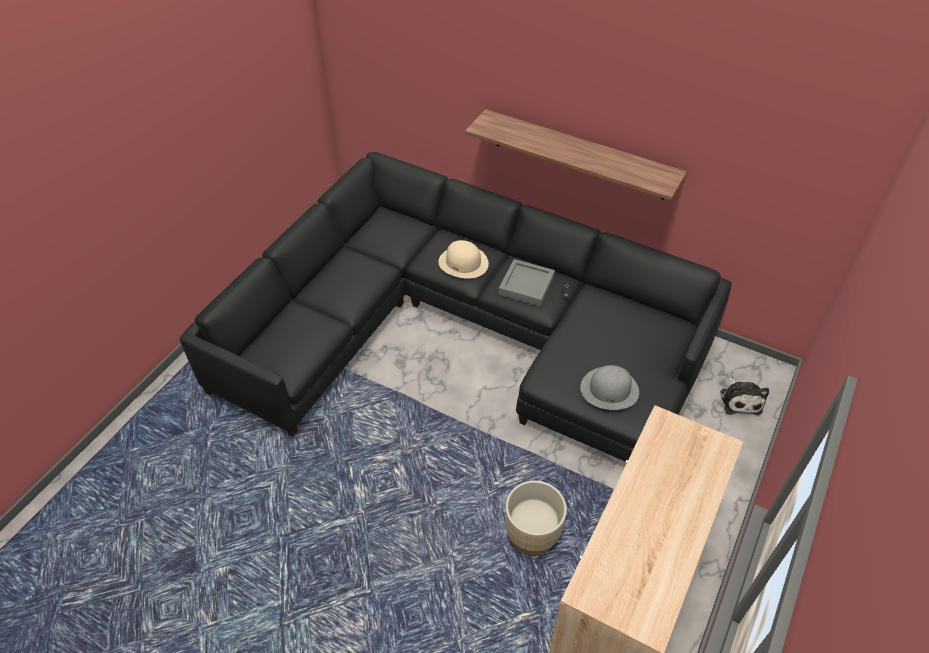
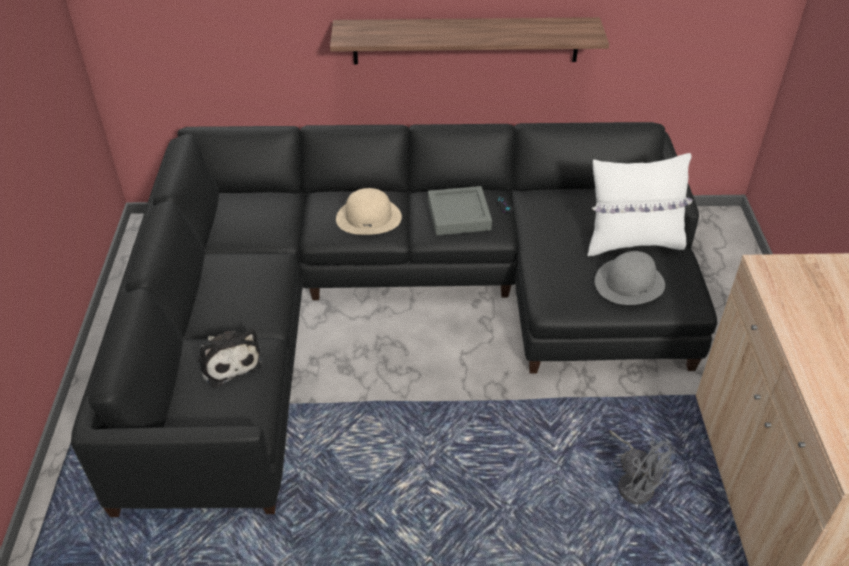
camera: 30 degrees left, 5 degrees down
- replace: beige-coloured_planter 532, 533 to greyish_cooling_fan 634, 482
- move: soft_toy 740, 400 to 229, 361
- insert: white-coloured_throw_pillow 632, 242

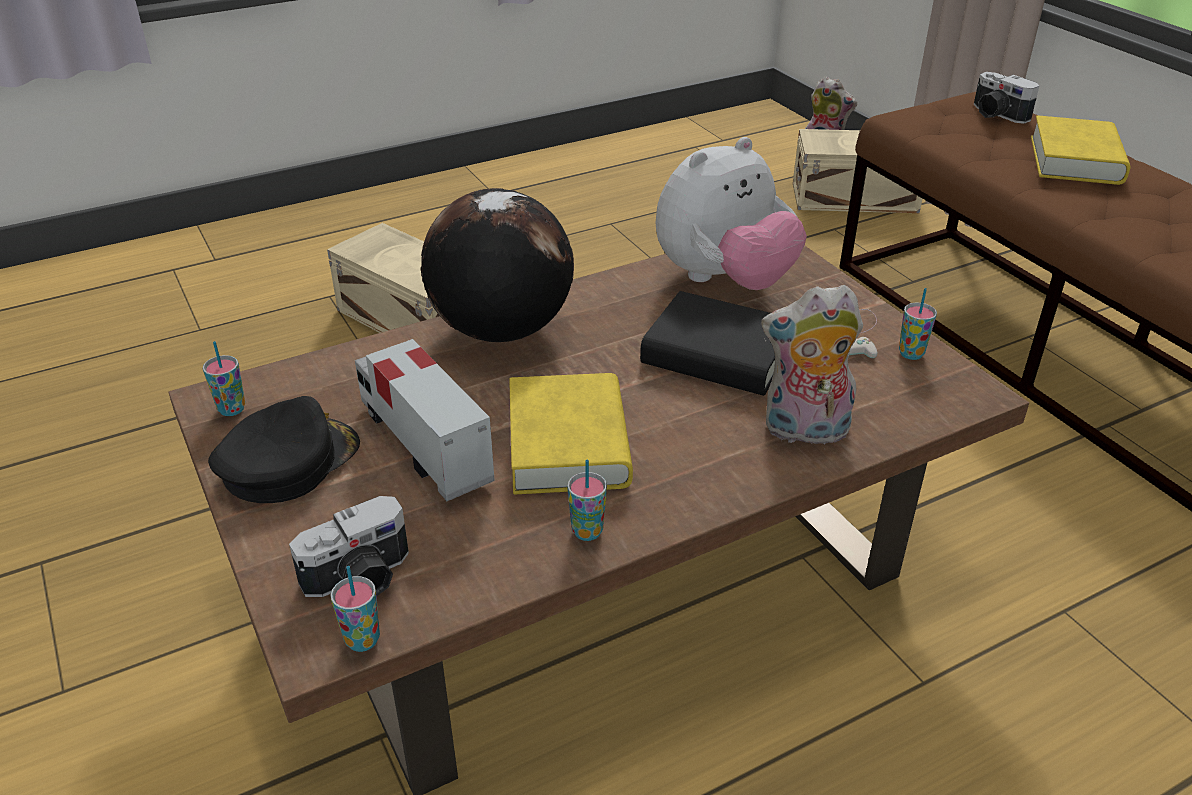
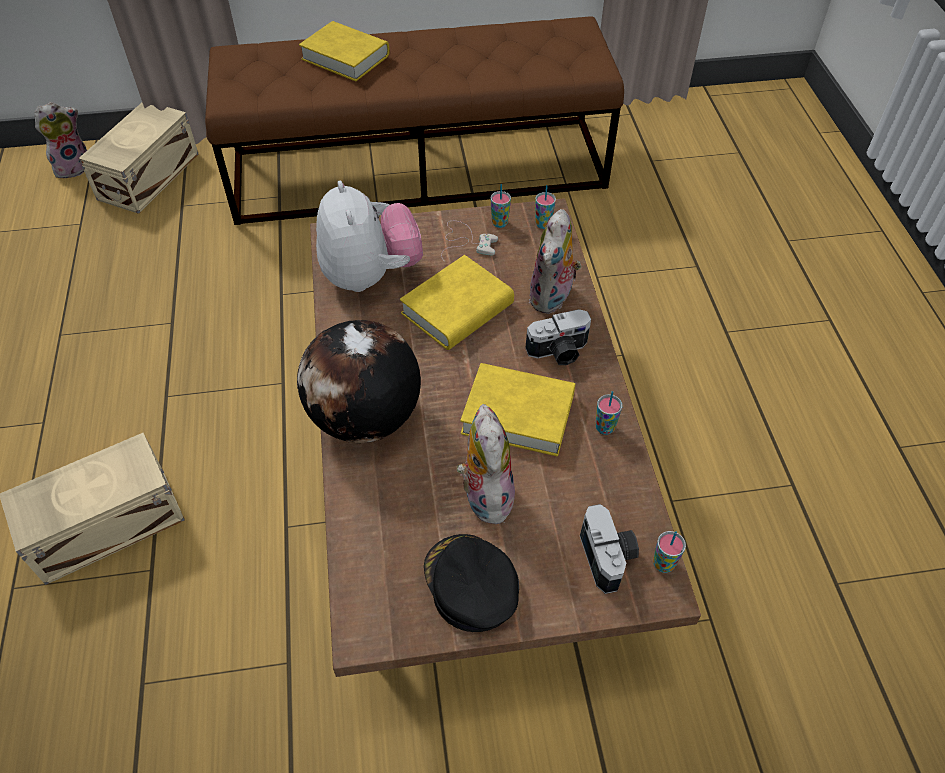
camera: 70 degrees left, 15 degrees up
- move: cup 232, 409 to 543, 224
- replace: toy_truck 424, 444 to soft_toy 485, 495
- recolor: black_book 718, 355 to yellow-coloured_book 457, 309
- move: still_camera 996, 114 to 559, 352

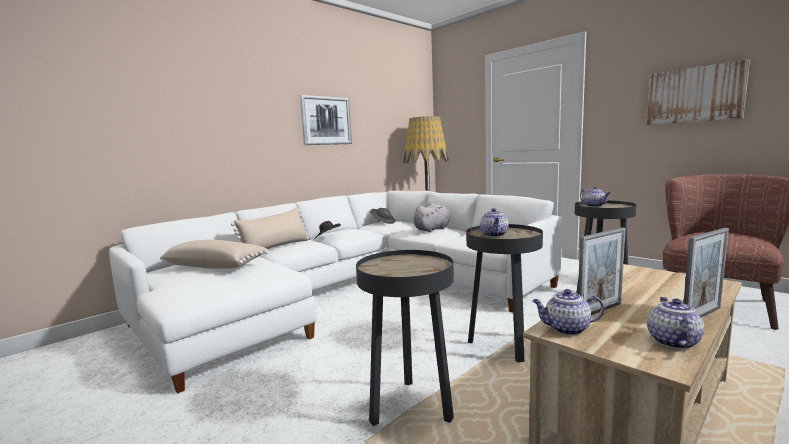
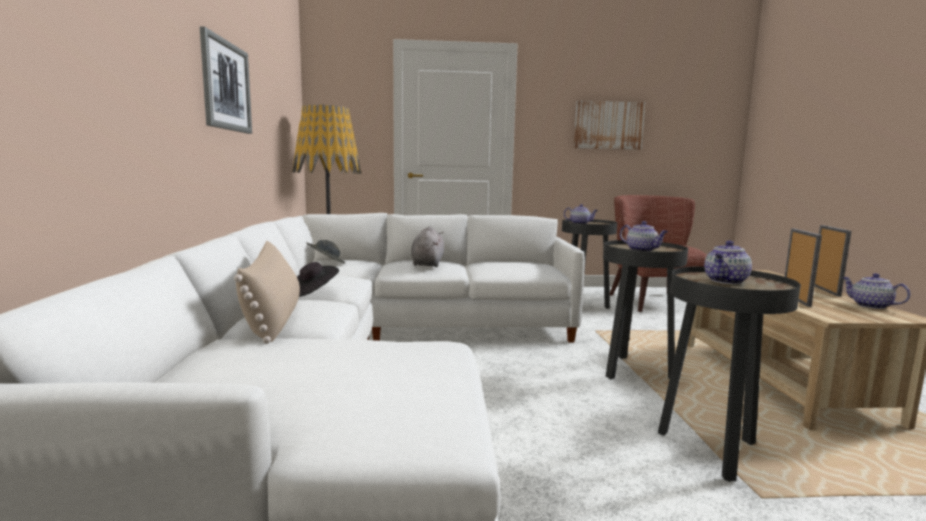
camera: 50 degrees left, 0 degrees up
- delete: beige-coloured_throw_pillow 216, 266
- move: tea_pot 566, 329 to 726, 281

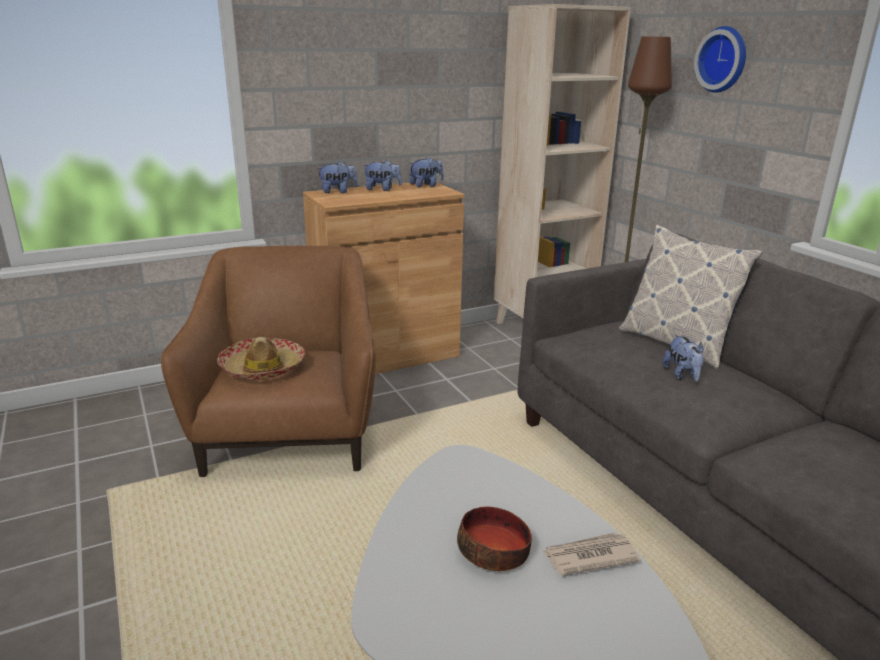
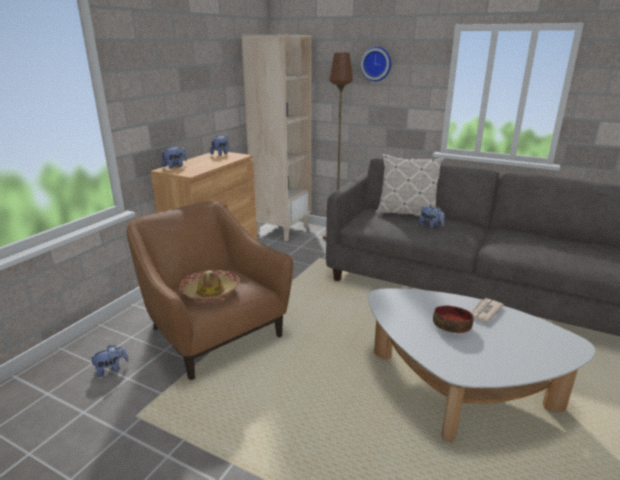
camera: 35 degrees left, 0 degrees up
- move: soft_toy 382, 189 to 111, 369

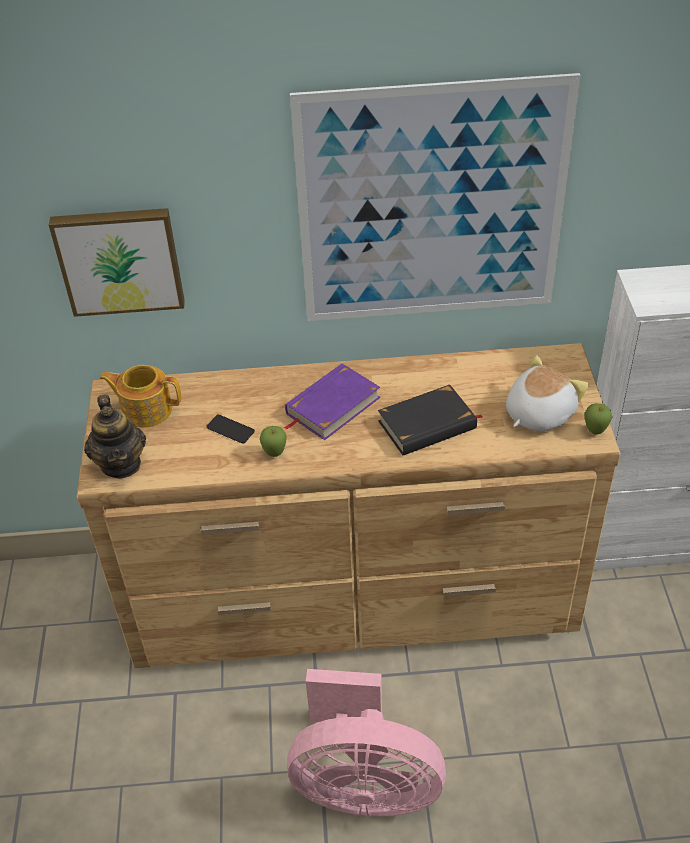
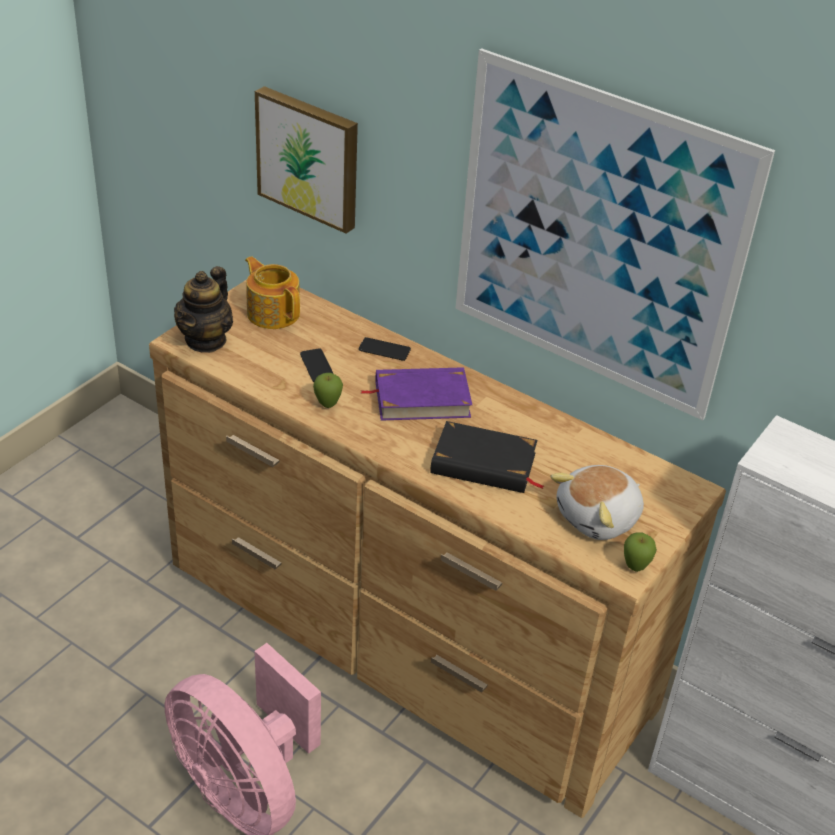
camera: 35 degrees right, 5 degrees down
- rotate: soft_toy 538, 413 = 599, 518 150 degrees clockwise
- insert: phone 384, 350

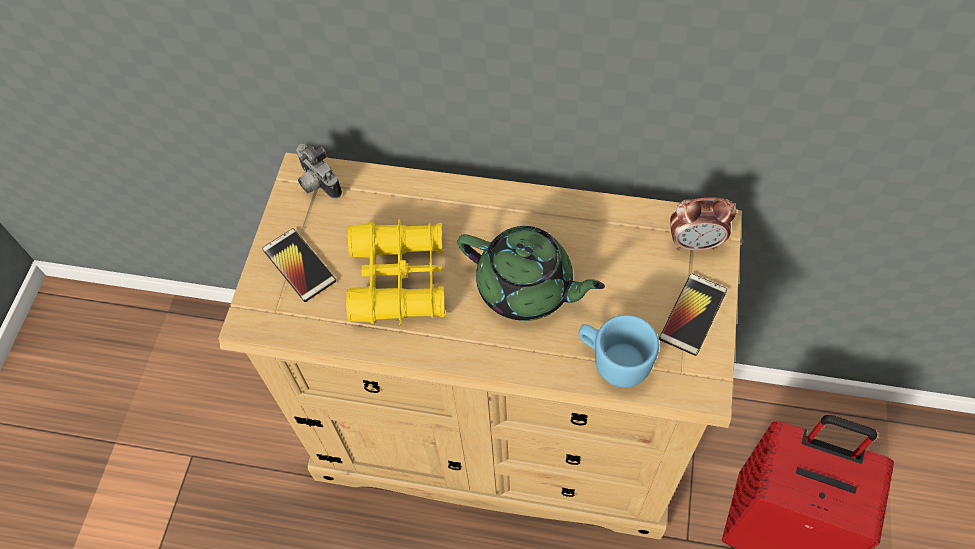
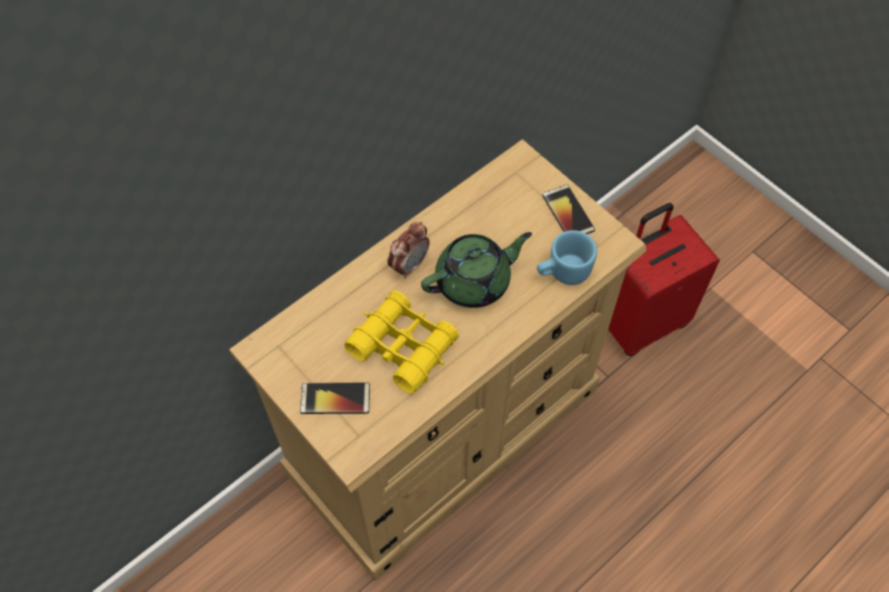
camera: 55 degrees left, 0 degrees up
- delete: still_camera 317, 184
- move: alarm_clock 695, 243 to 409, 265

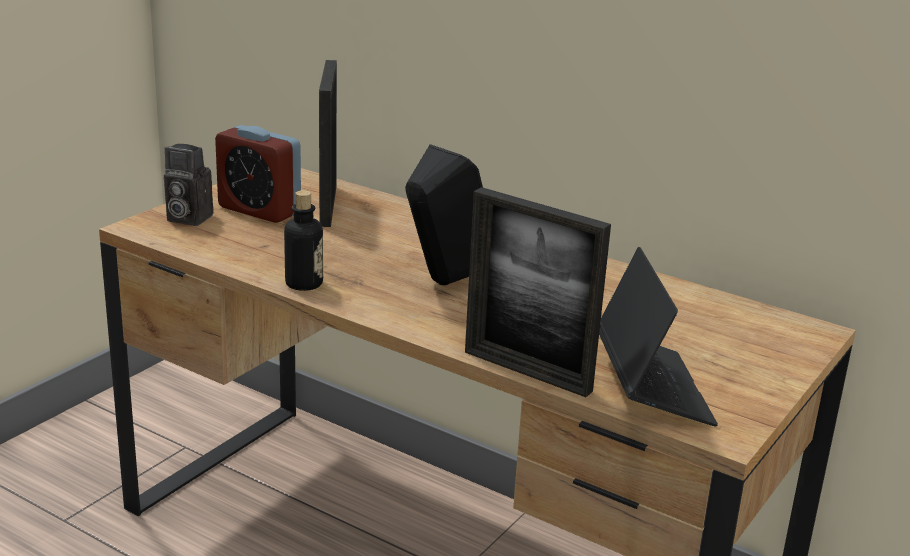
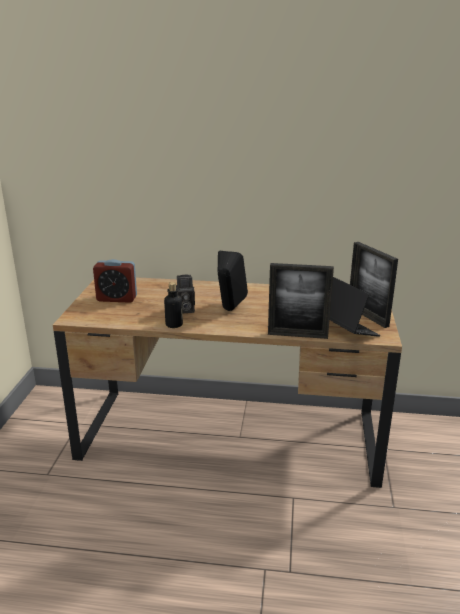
camera: 25 degrees left, 0 degrees up
- move: still_camera 186, 218 to 184, 310
- move: standing_frame 328, 206 to 367, 316

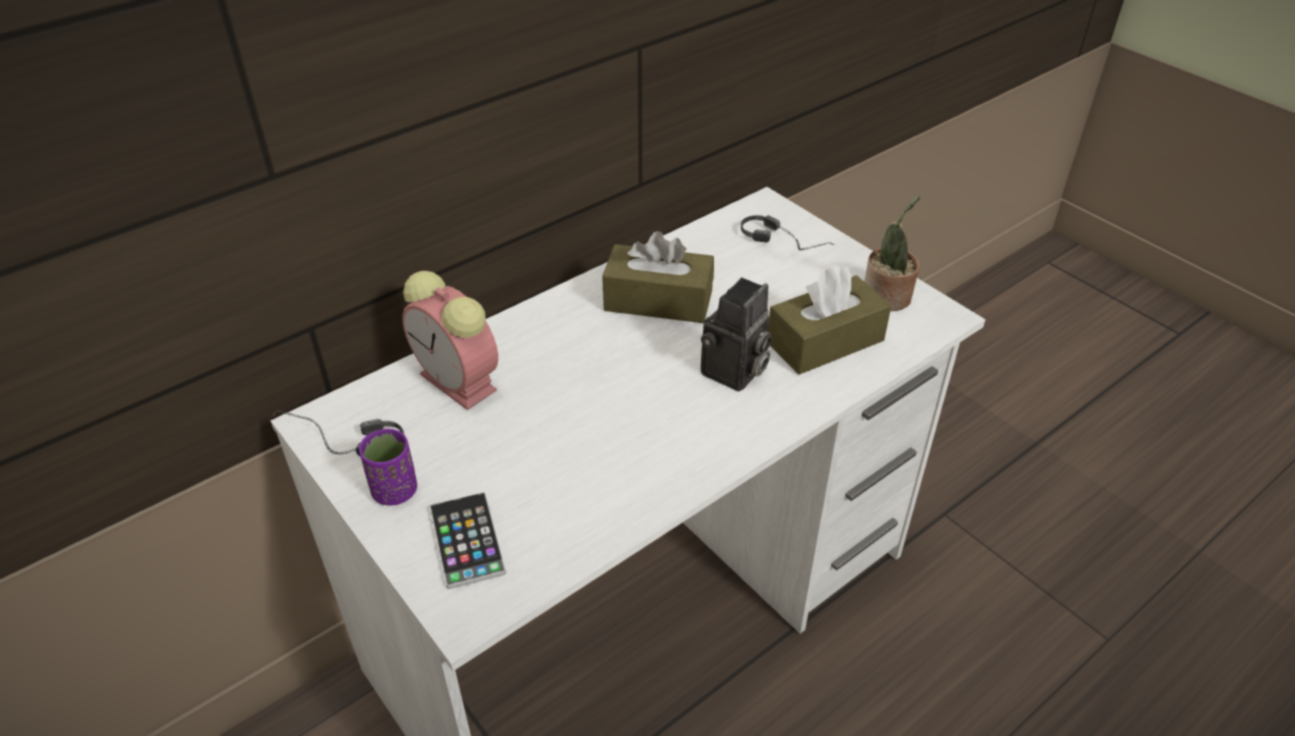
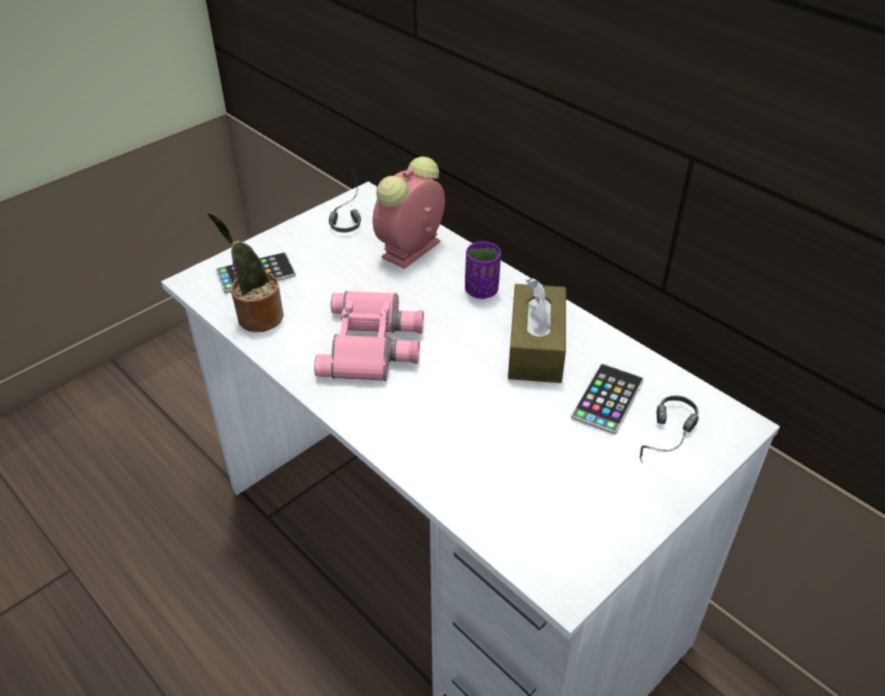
camera: 85 degrees right, 0 degrees up
- move: purple_cup 395, 491 to 481, 291
- delete: still_camera 734, 373
- delete: brown-coloured_tissue_box 825, 341
- move: houseplant 887, 298 to 257, 317
- insert: pinkish_pair_of_binoculars 373, 344
- insert: phone 607, 399

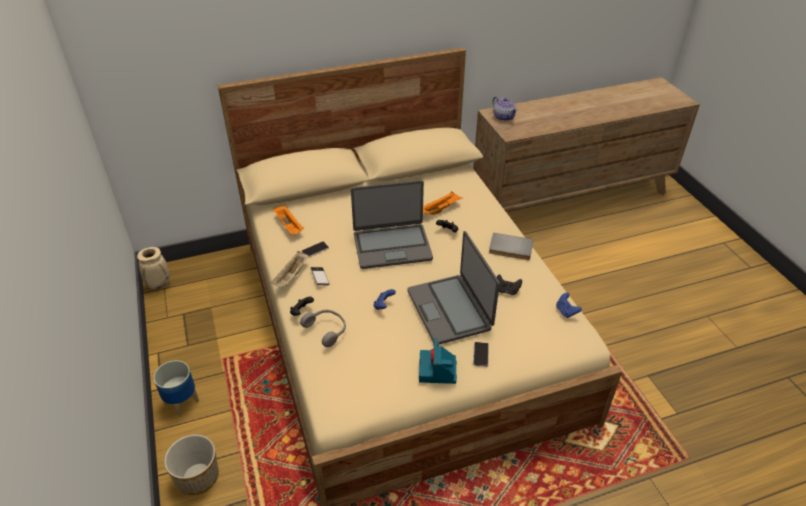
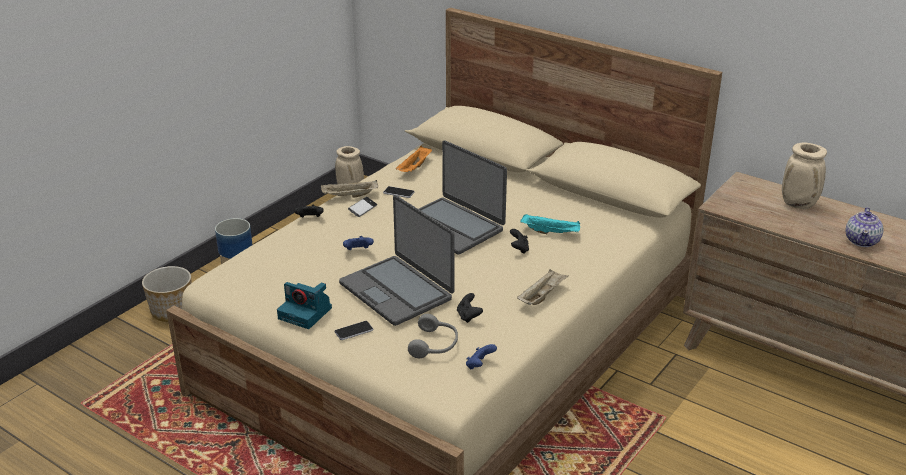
camera: 55 degrees right, 10 degrees down
- move: greyish_pair_of_headphones 327, 330 to 435, 345
- rotate: notebook_computer 450, 309 = 397, 291 75 degrees counterclockwise
- rotate: still_camera 438, 370 = 306, 313 120 degrees counterclockwise
- recolor: orangey_tray 440, 209 to turquoise_tray 551, 232
- replace: greyish_book 510, 249 to beige-coloured_tray 542, 296
- move: tea_pot 503, 117 to 862, 241
- insert: beige-coloured_flower_vase 799, 205

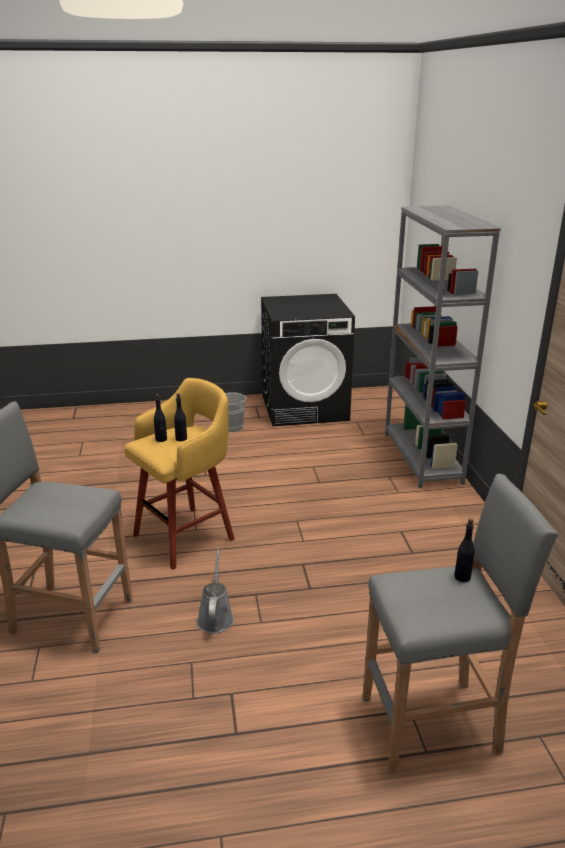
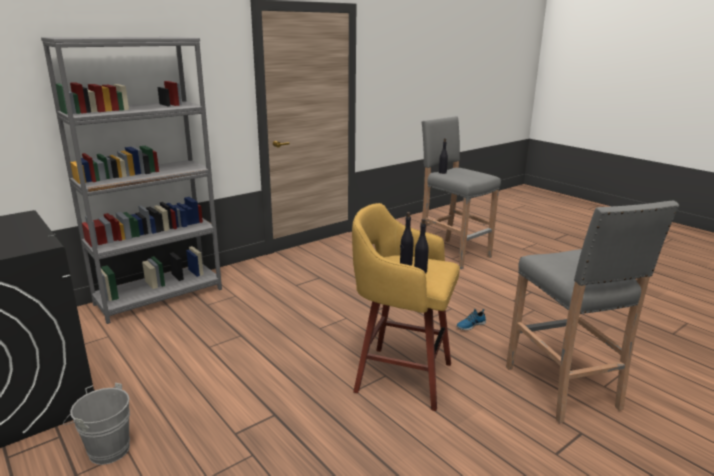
camera: 120 degrees left, 5 degrees down
- replace: greyish_sprinkling_can 215, 617 to shoe 470, 325

